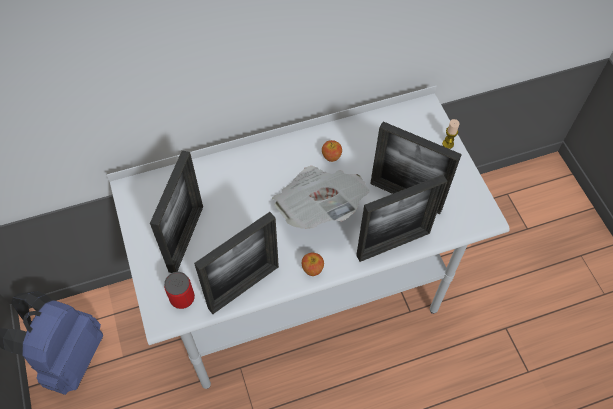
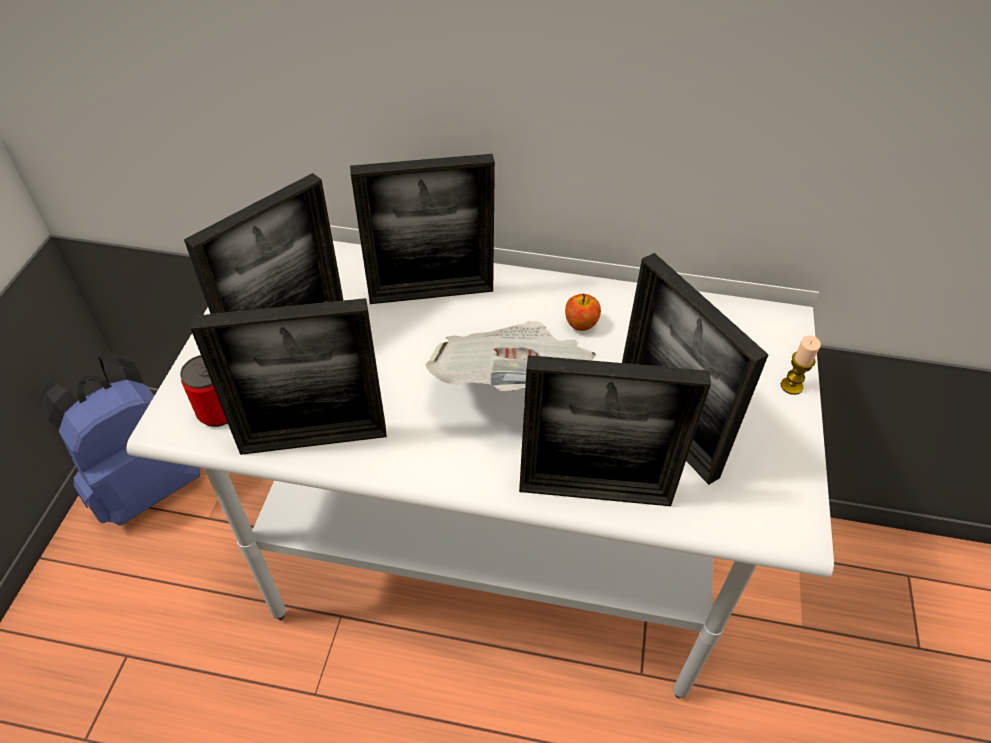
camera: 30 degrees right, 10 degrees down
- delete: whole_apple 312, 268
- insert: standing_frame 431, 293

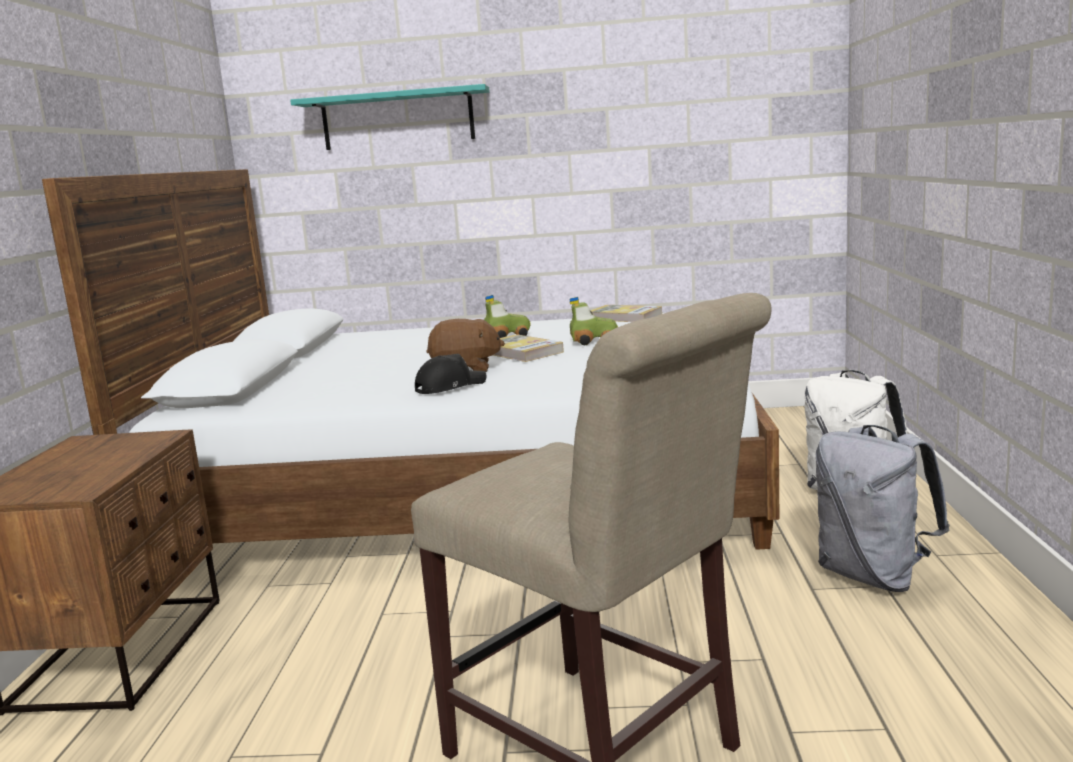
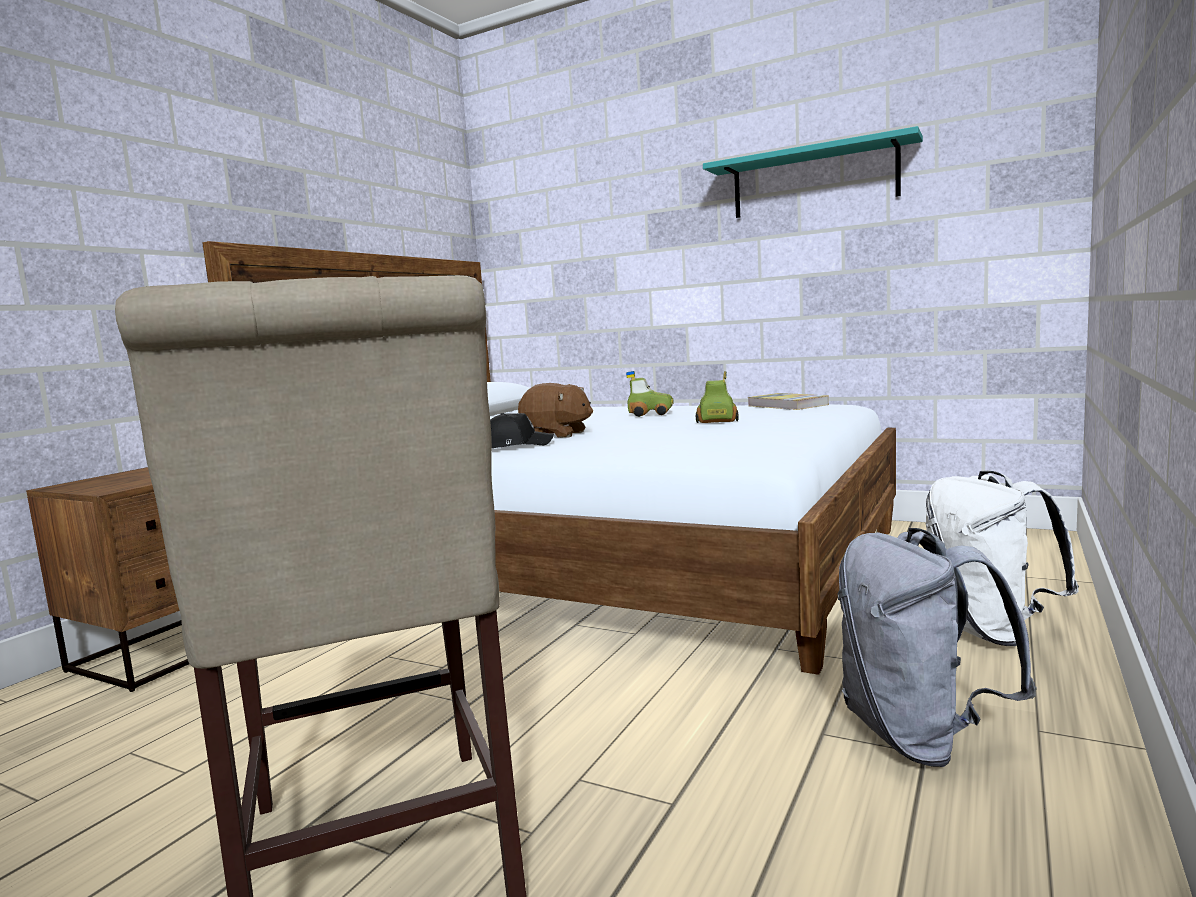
camera: 25 degrees right, 5 degrees down
- move: turquoise_bracket_shelf 398, 119 to 813, 180
- delete: book 521, 352
- rotate: miniature_car 593, 341 = 716, 421 105 degrees counterclockwise

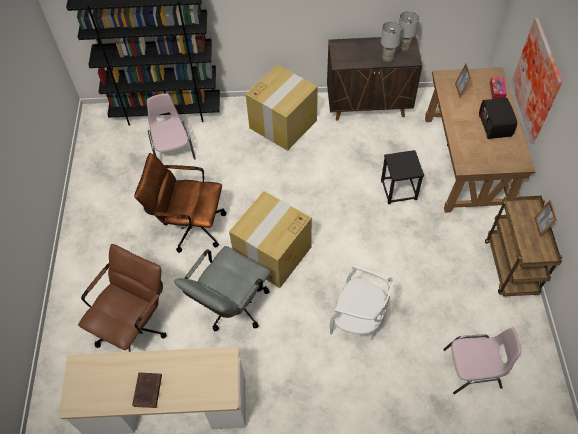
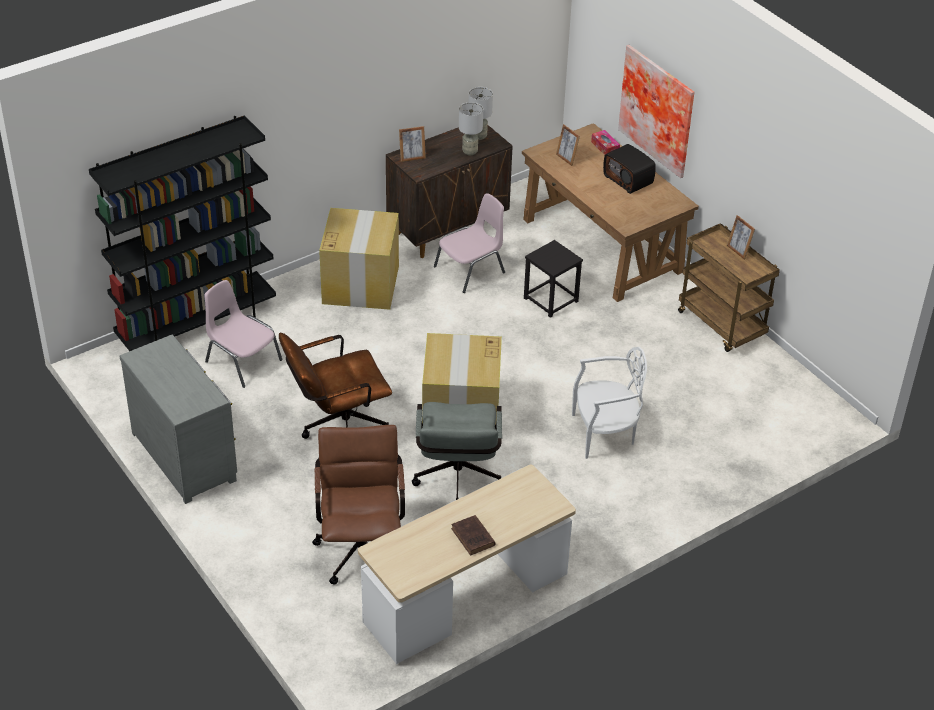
camera: 35 degrees left, 15 degrees down
- move: pinkish_upright_chair 473, 369 to 471, 270
- insert: greyish_drawer_chest 186, 455
- insert: standing_frame 412, 158

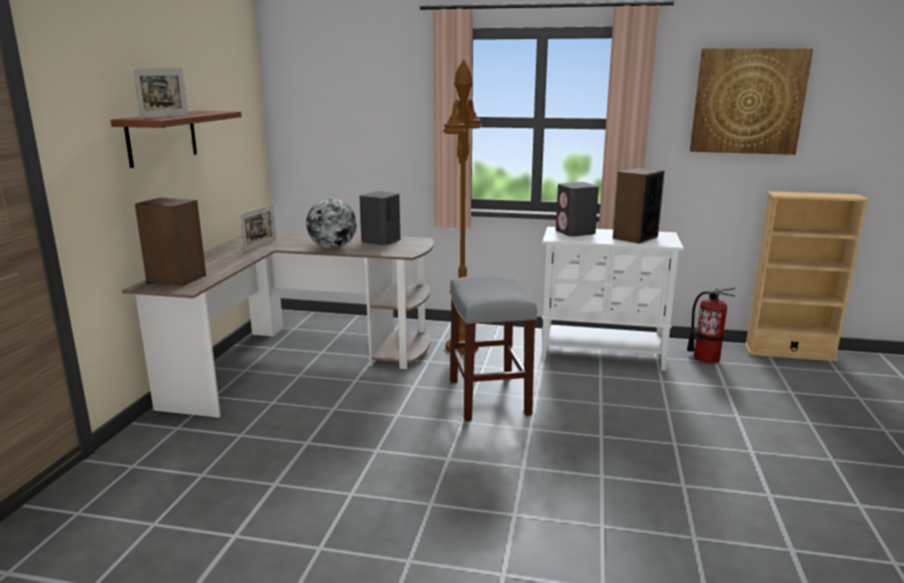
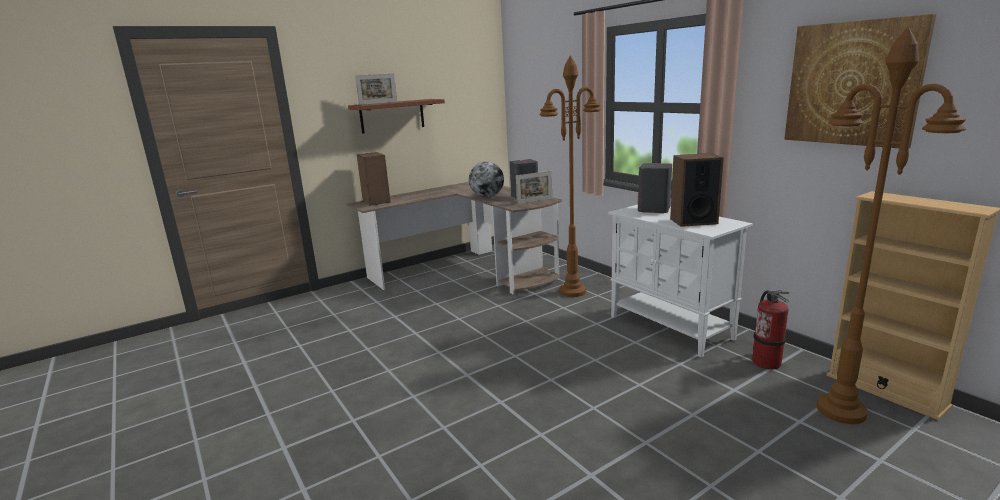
camera: 45 degrees right, 0 degrees up
- move: standing_frame 260, 246 to 534, 201
- delete: greyish_stool 490, 398
- insert: brown-coloured_floor_lamp 841, 411

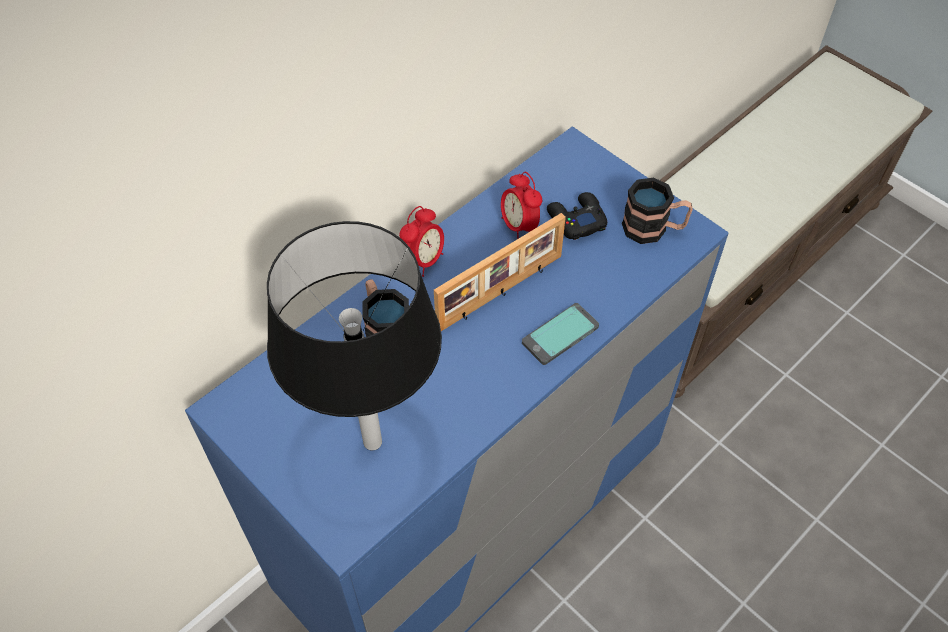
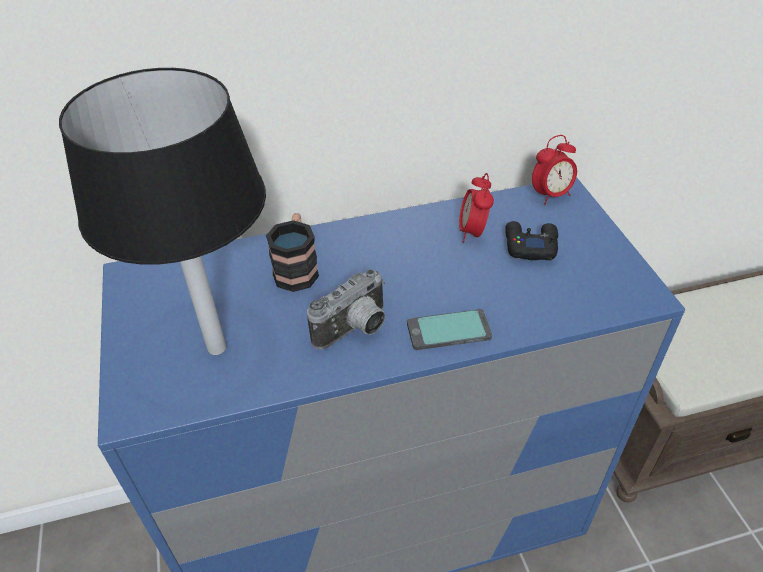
camera: 30 degrees right, 10 degrees down
- move: alarm_clock 423, 261 to 550, 195
- delete: standing_frame 501, 293
- delete: tea_mug 653, 229
- insert: still_camera 355, 330

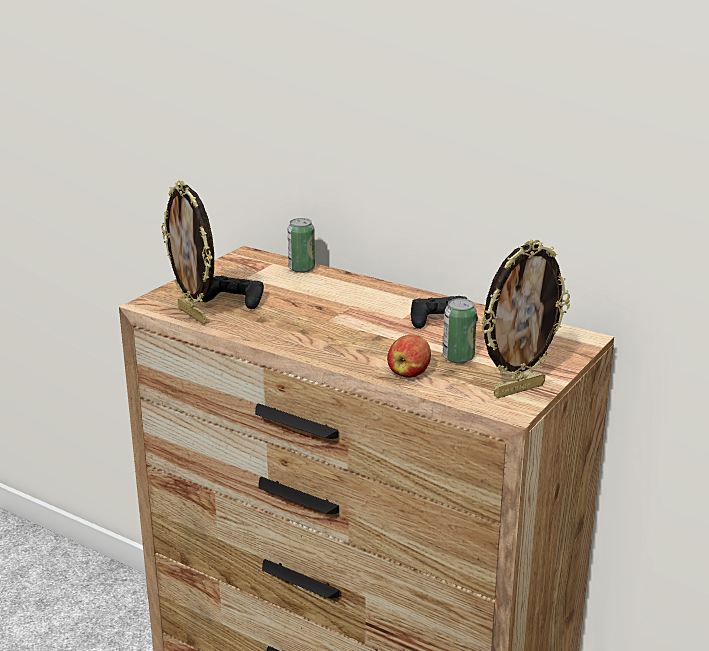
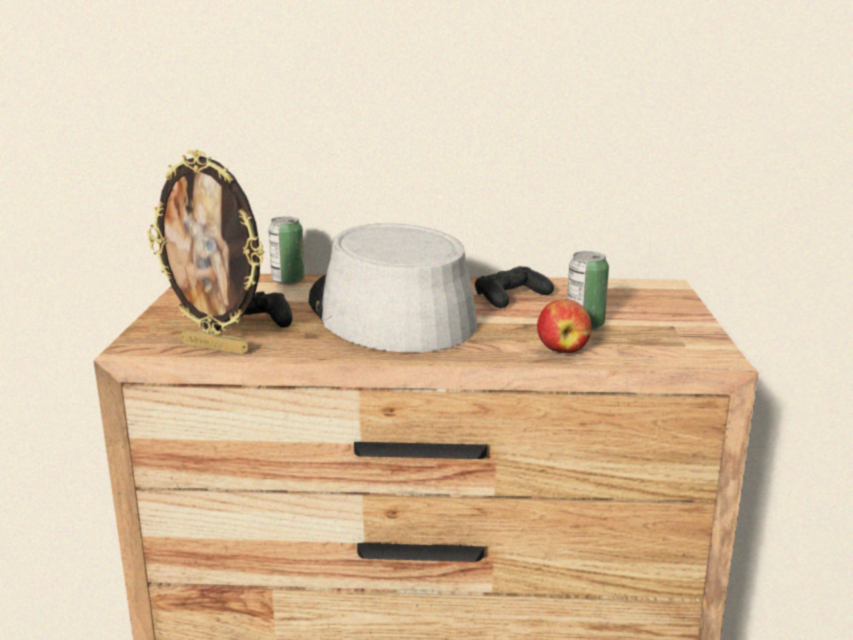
camera: 30 degrees left, 5 degrees down
- delete: standing_frame 518, 389
- insert: greyish_hat 388, 312

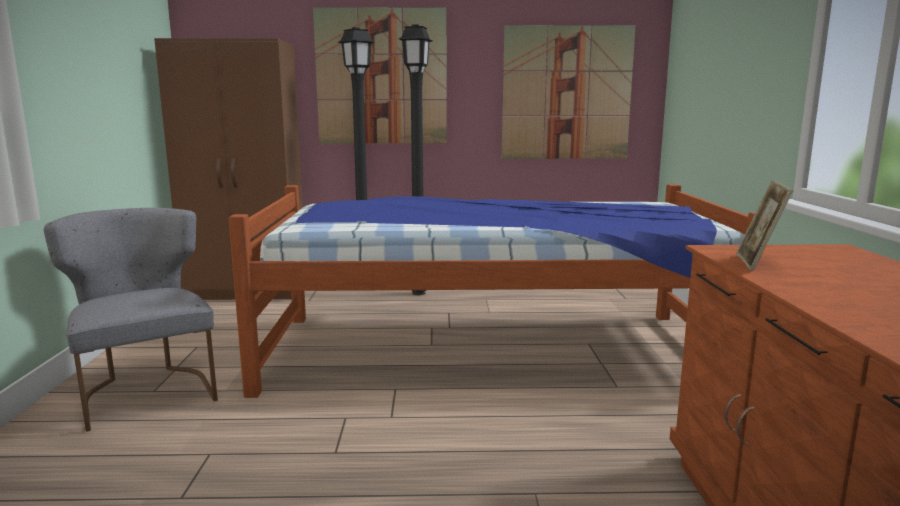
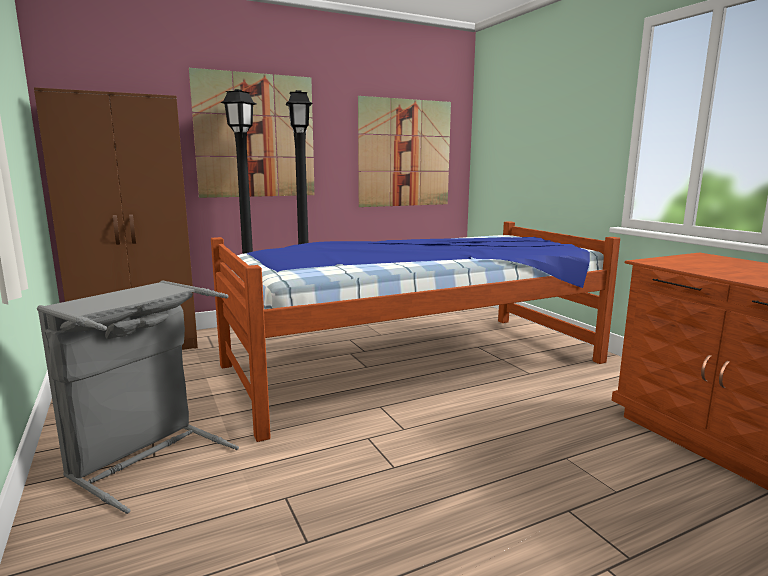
camera: 25 degrees left, 0 degrees up
- replace: greyish_upright_chair 146, 391 to greyish_washing_basket 146, 458
- delete: standing_frame 757, 263

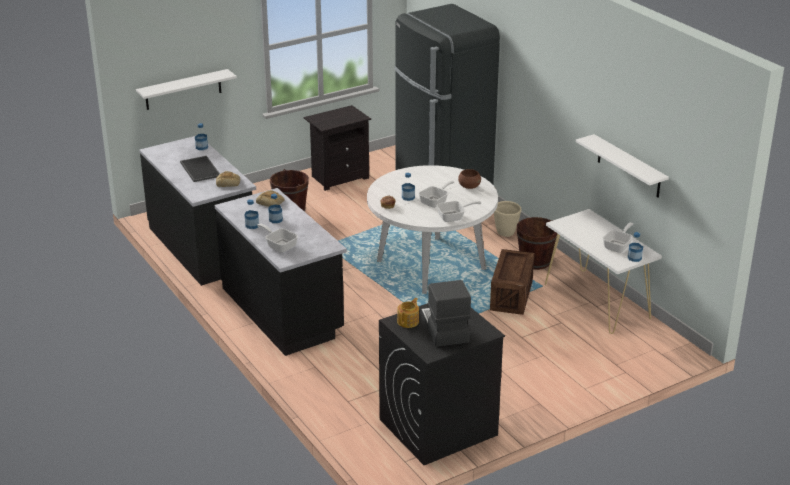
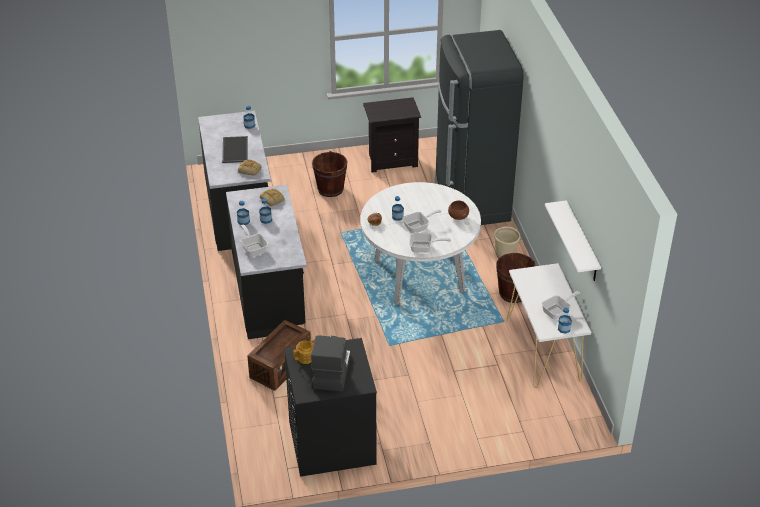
camera: 20 degrees right, 10 degrees up
- delete: white-coloured_bracket_shelf 183, 89
- move: packing_crate 511, 295 to 280, 366

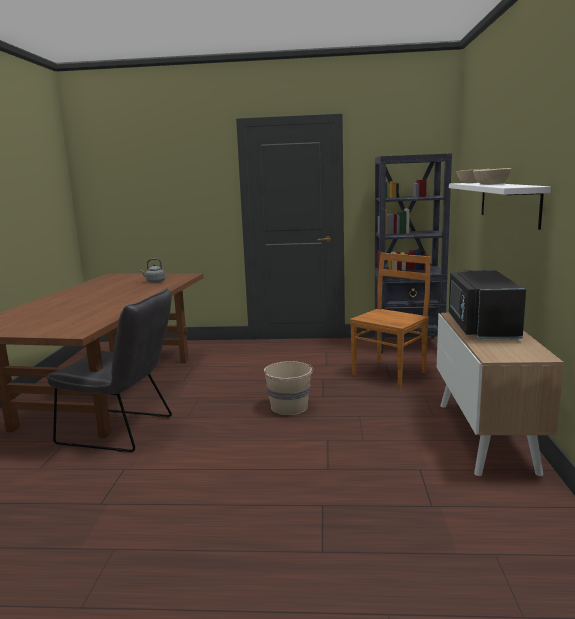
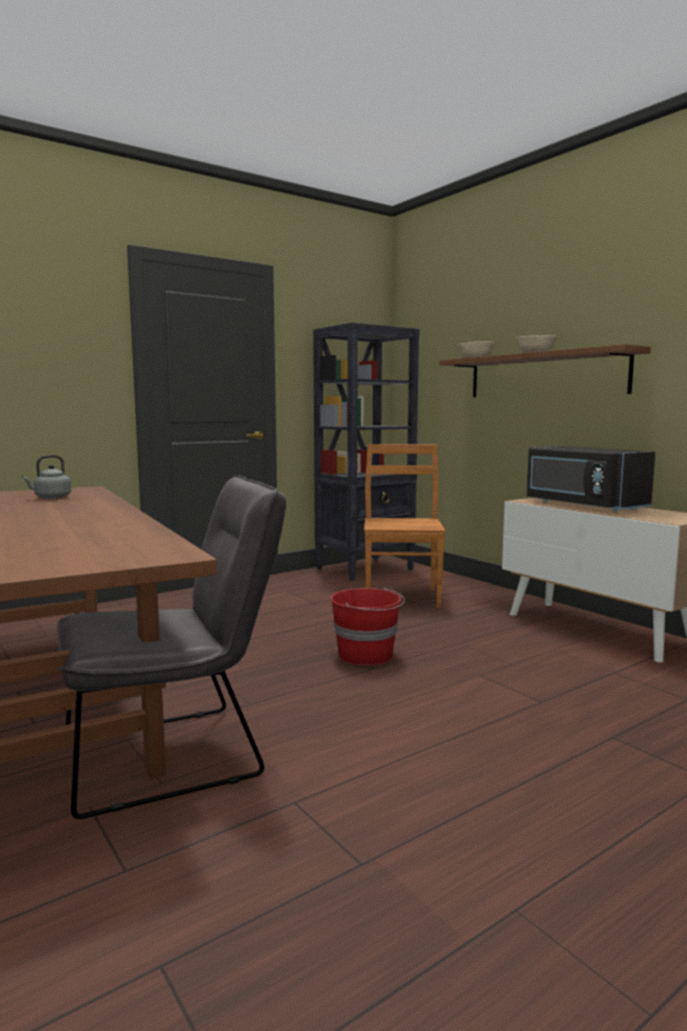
camera: 40 degrees left, 5 degrees down
- recolor: beige-coloured_pail 289, 407 to red_pail 366, 655
- recolor: white-coloured_bracket_shelf 508, 202 to brown-coloured_bracket_shelf 544, 375

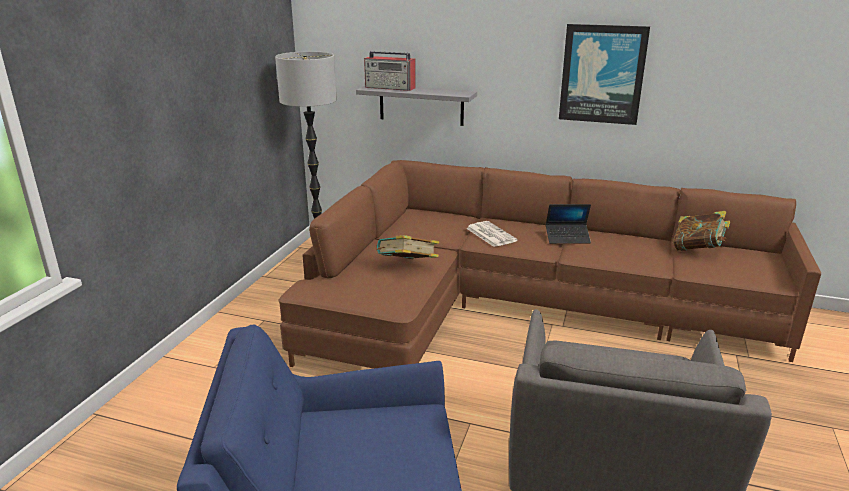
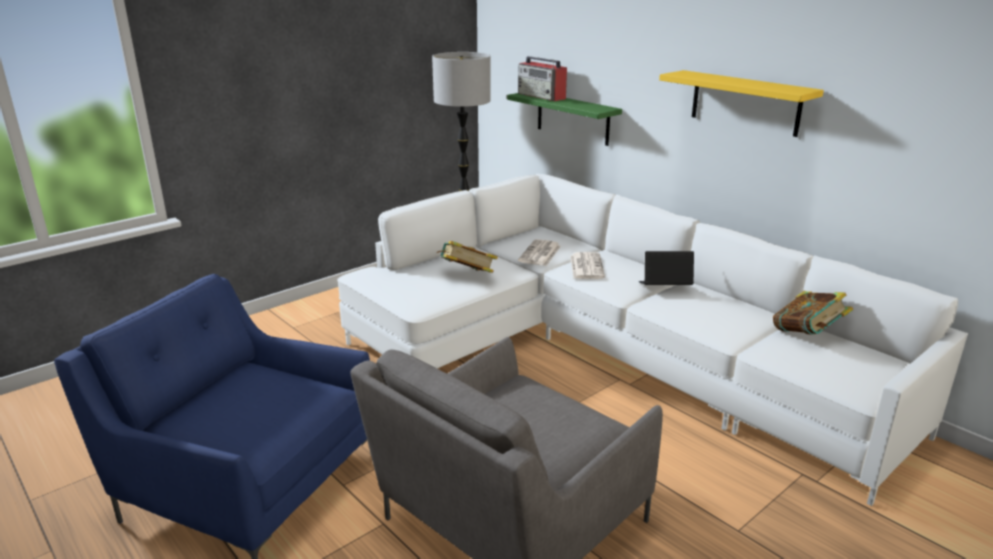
camera: 30 degrees right, 0 degrees up
- recolor: brown-coloured_settee 517, 307 to white-coloured_settee 602, 354
- recolor: greyish_bracket_shelf 421, 105 to green_bracket_shelf 572, 118
- rotate: notebook_computer 567, 238 = 664, 288 150 degrees clockwise
- replace: wall_art 602, 74 to yellow-coloured_bracket_shelf 745, 103
- insert: newspaper 540, 254

